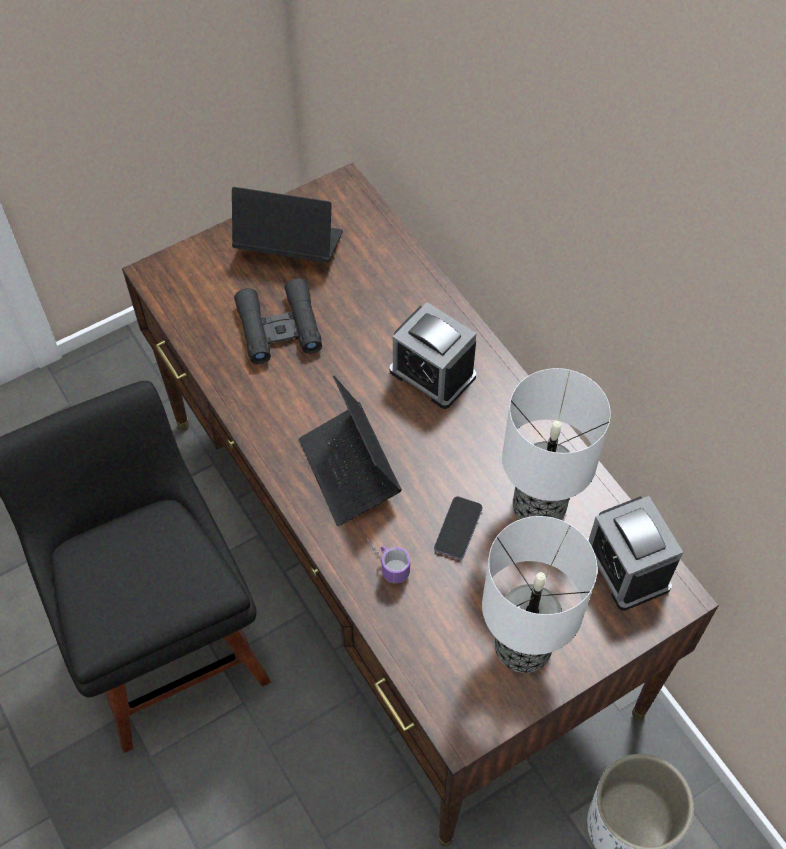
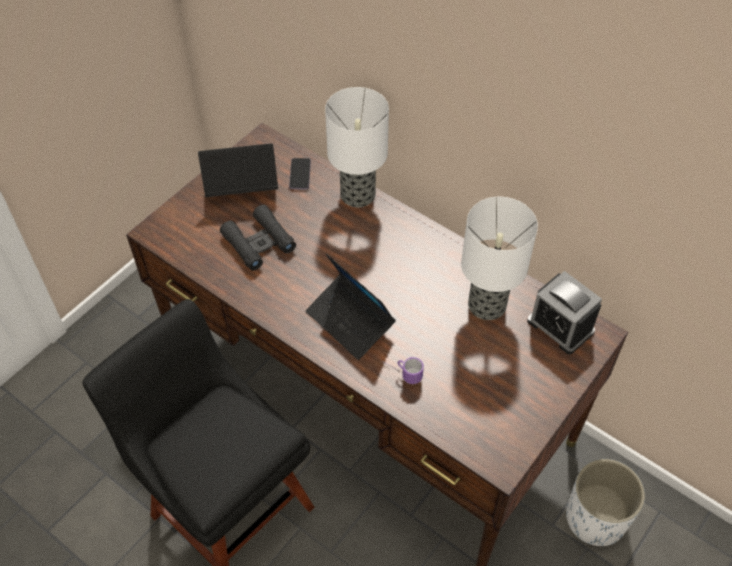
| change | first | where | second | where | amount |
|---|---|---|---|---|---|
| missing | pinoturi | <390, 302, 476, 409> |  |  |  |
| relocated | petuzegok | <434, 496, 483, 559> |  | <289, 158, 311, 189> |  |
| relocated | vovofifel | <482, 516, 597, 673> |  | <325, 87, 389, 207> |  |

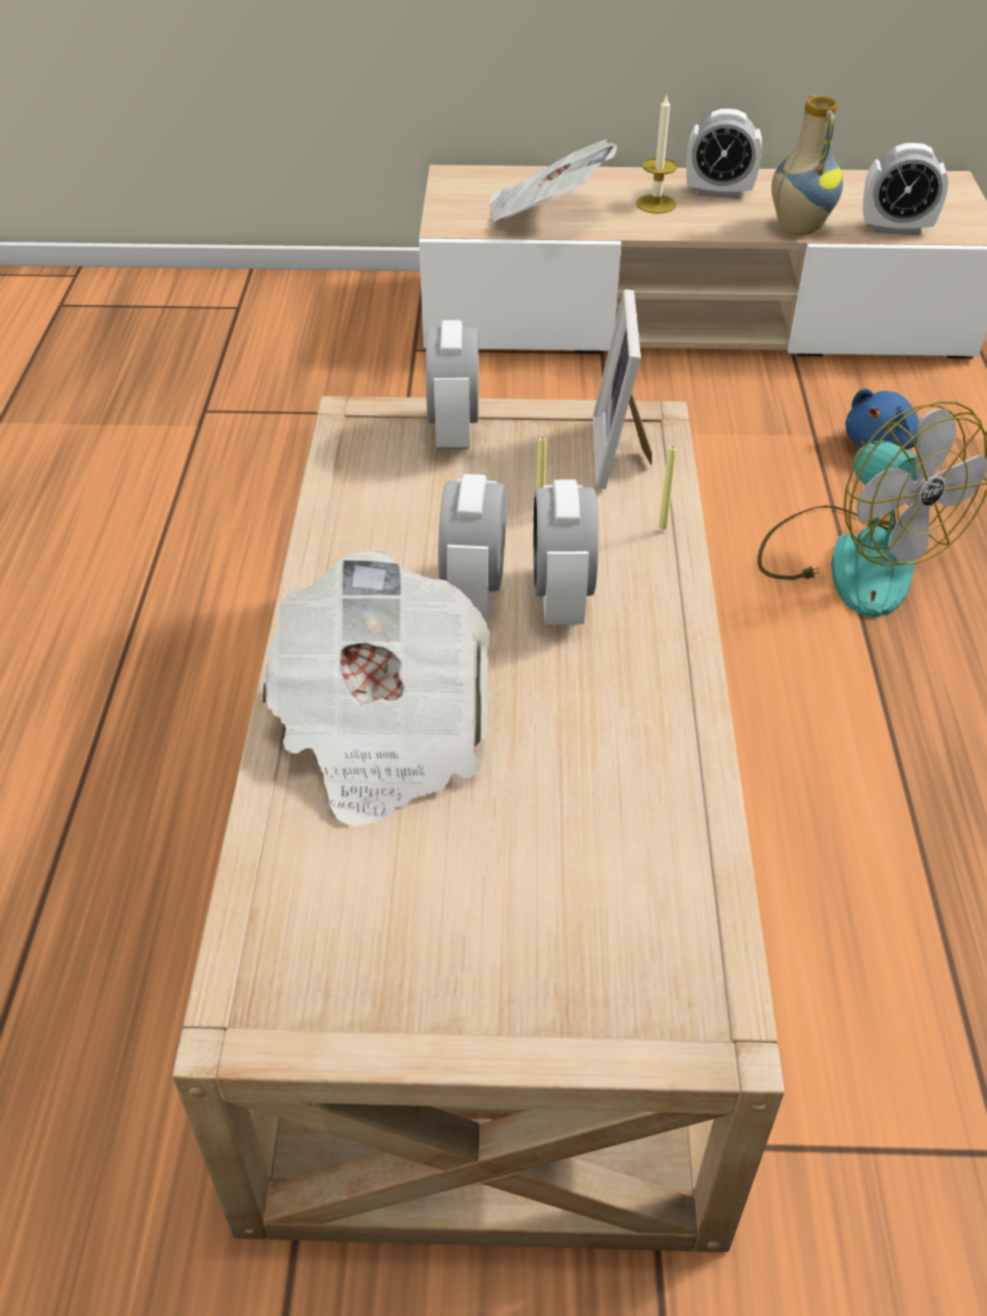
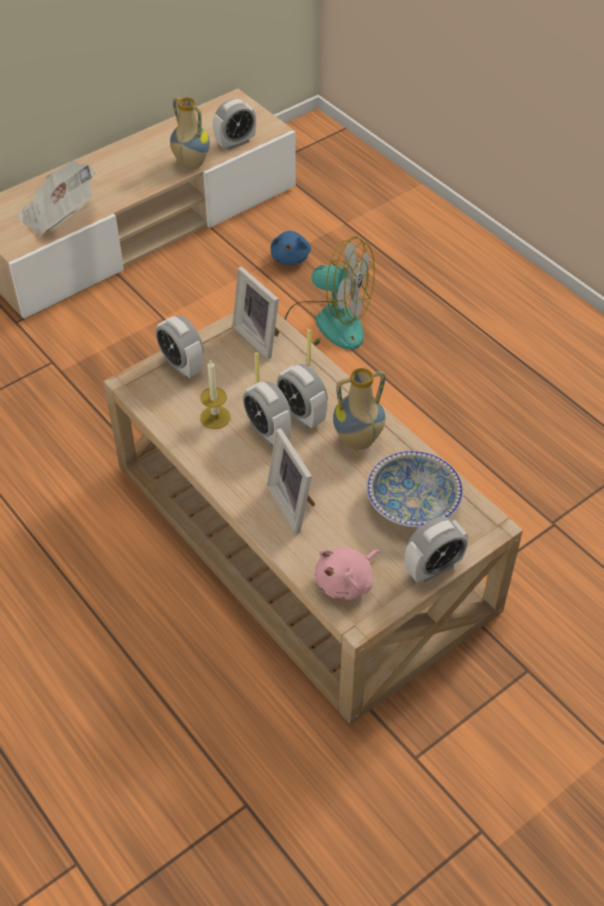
| change | first | where | second | where | amount |
|---|---|---|---|---|---|
| relocated | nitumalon | <636, 94, 677, 214> |  | <200, 359, 230, 429> |  |
| relocated | pinoturi | <686, 109, 762, 199> |  | <405, 517, 468, 582> |  |
| exchanged | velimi | <260, 551, 490, 827> | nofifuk | <267, 428, 316, 533> |  |
| appeared |  |  | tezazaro | <333, 368, 385, 450> |  |
| appeared |  |  | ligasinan | <366, 451, 463, 527> |  |
| appeared |  |  | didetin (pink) | <315, 547, 380, 600> |  |

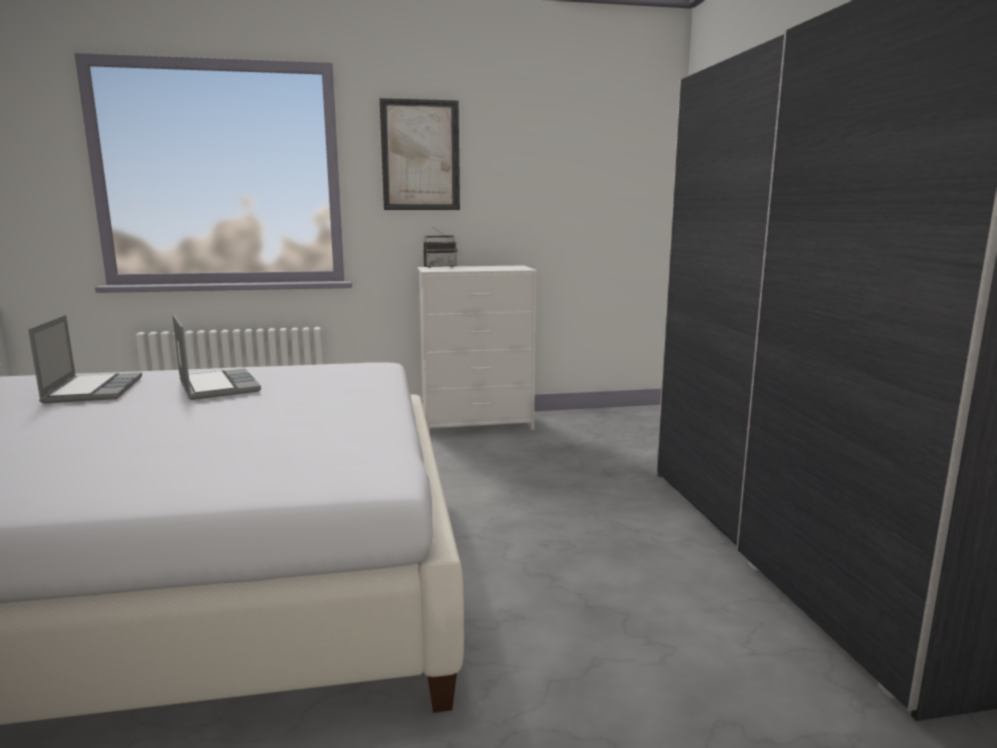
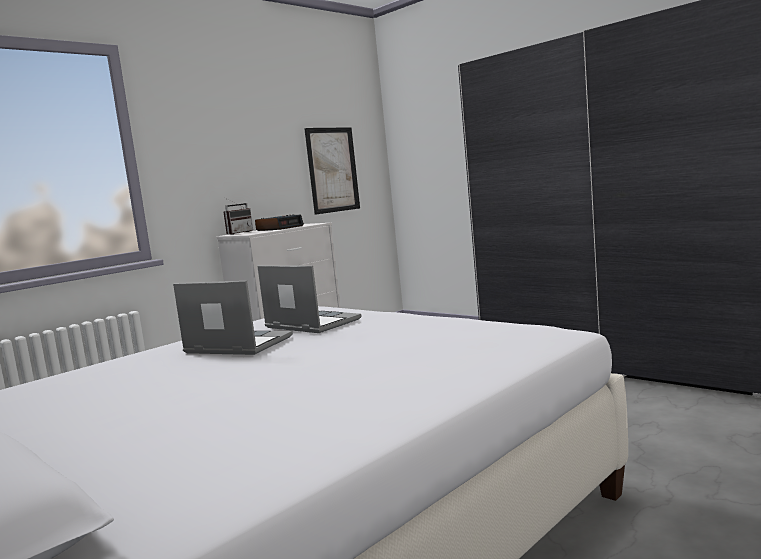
| change | first | where | second | where | amount |
|---|---|---|---|---|---|
| relocated | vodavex | <380, 98, 460, 210> |  | <304, 127, 360, 215> |  |
| relocated | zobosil | <28, 315, 142, 403> |  | <257, 265, 362, 333> |  |
| appeared |  |  | pinoturi | <255, 214, 304, 231> |  |

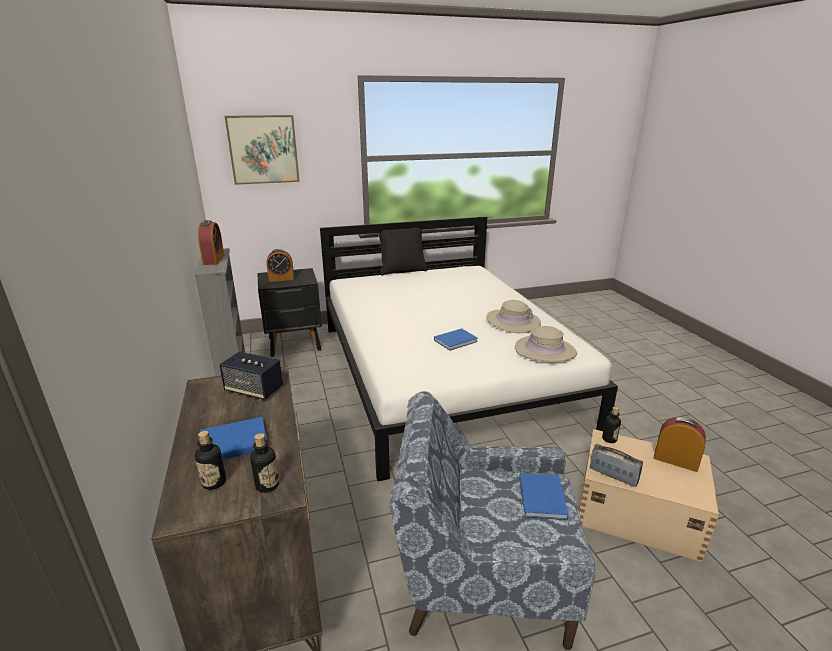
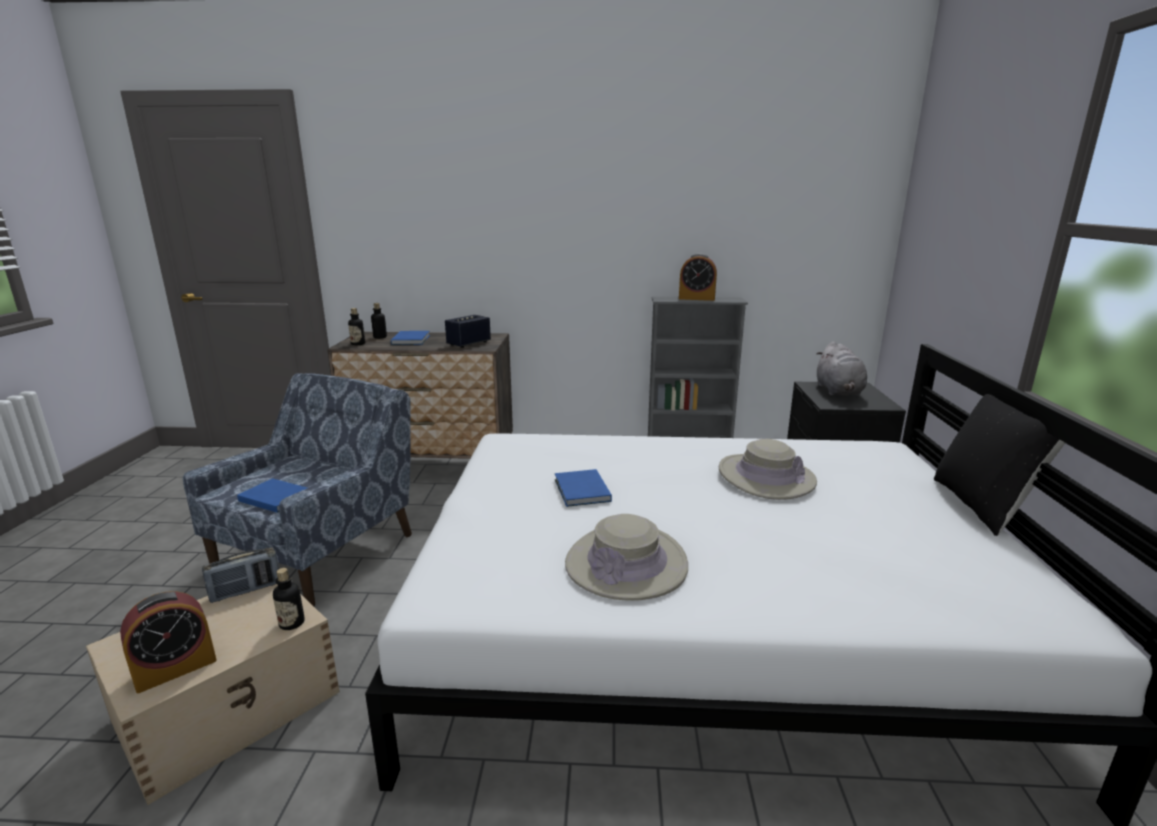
| change | first | where | second | where | amount |
|---|---|---|---|---|---|
| missing | vodavex | <225, 115, 300, 185> |  |  |  |
| exchanged | pinoturi | <267, 249, 294, 282> | didetin (grey) | <817, 341, 867, 396> |  |
| relocated | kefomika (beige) | <515, 326, 577, 362> |  | <719, 439, 817, 500> |  |

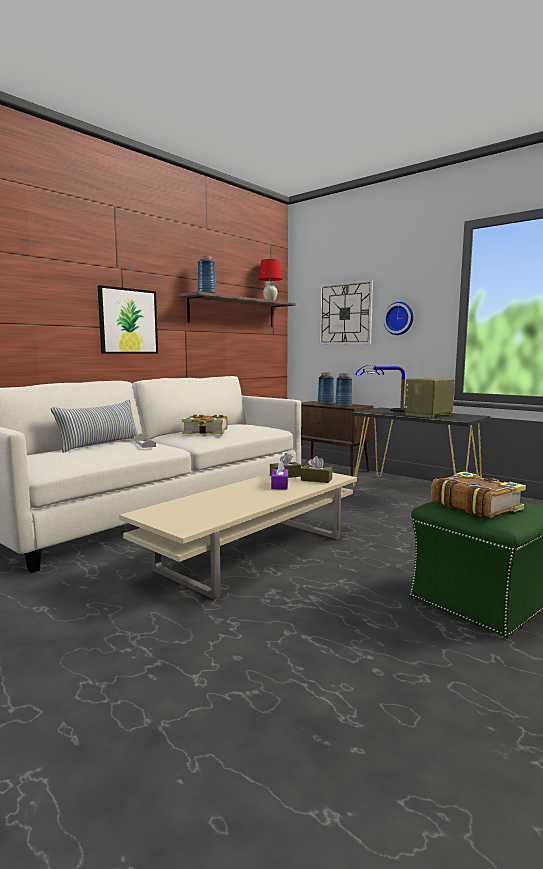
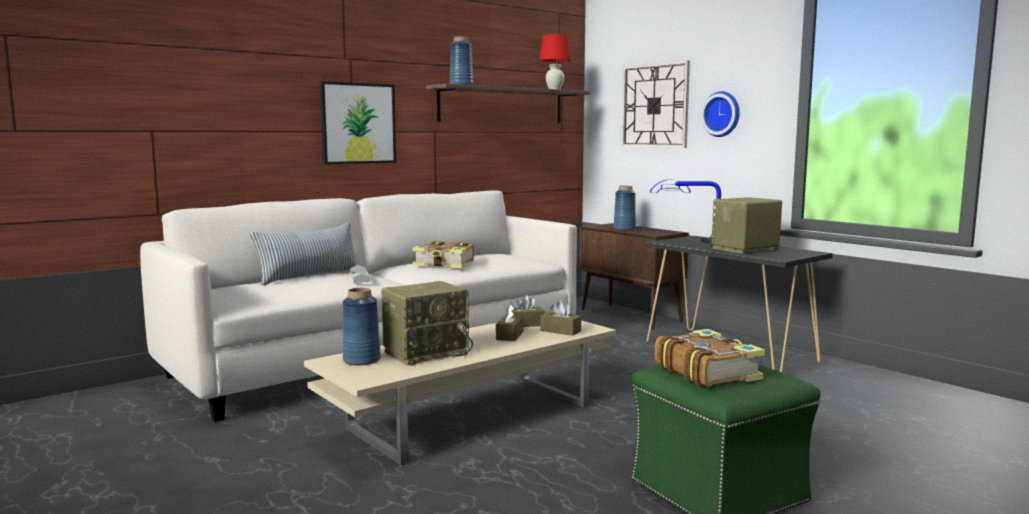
| change | first | where | second | where | amount |
|---|---|---|---|---|---|
| relocated | tezazaro (blue) | <335, 373, 352, 407> |  | <343, 288, 381, 365> |  |
| colour | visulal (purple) | <271, 460, 288, 489> | visulal (brown) | <496, 304, 524, 341> |  |
| appeared |  |  | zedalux | <381, 281, 473, 366> |  |

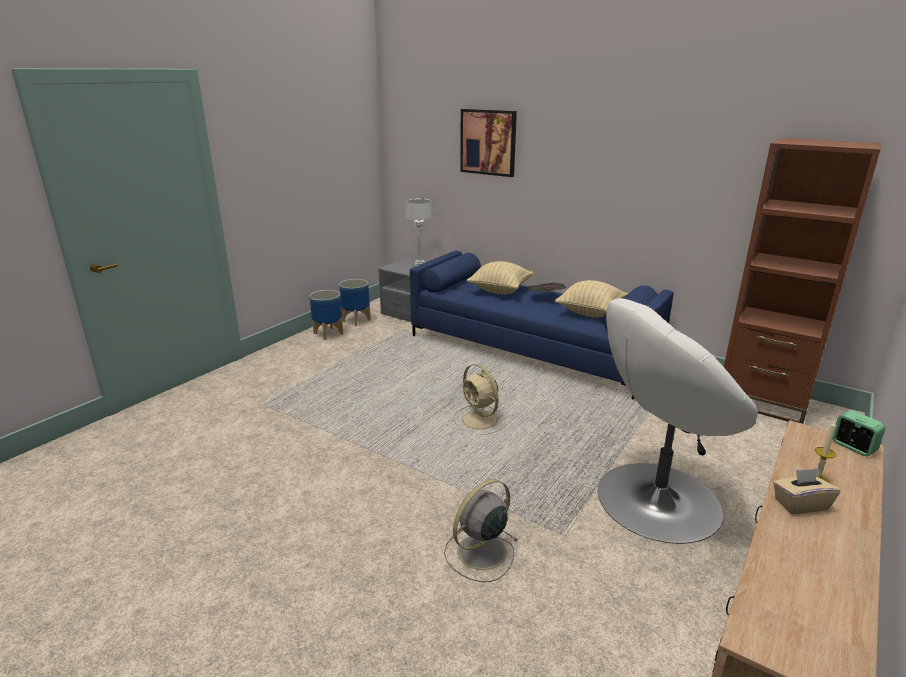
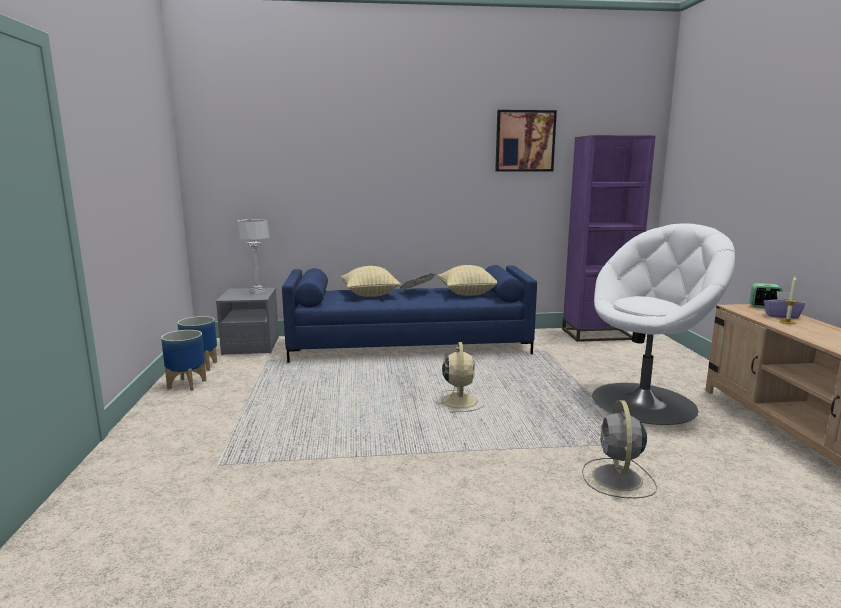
| change | first | where | second | where | amount |
|---|---|---|---|---|---|
| relocated | vodavex | <460, 109, 517, 177> |  | <495, 110, 557, 172> |  |
| colour | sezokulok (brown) | <724, 138, 882, 424> | sezokulok (purple) | <562, 135, 655, 342> |  |
| spun | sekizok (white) | <598, 298, 758, 544> |  | <592, 223, 735, 425> | 150 degrees counterclockwise |
| spun | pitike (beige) | <453, 364, 508, 435> |  | <433, 342, 485, 413> | 105 degrees counterclockwise |
| missing | visulal (beige) | <773, 469, 840, 514> |  |  |  |
| appeared |  |  | visulal (purple) | <764, 291, 805, 319> |  |

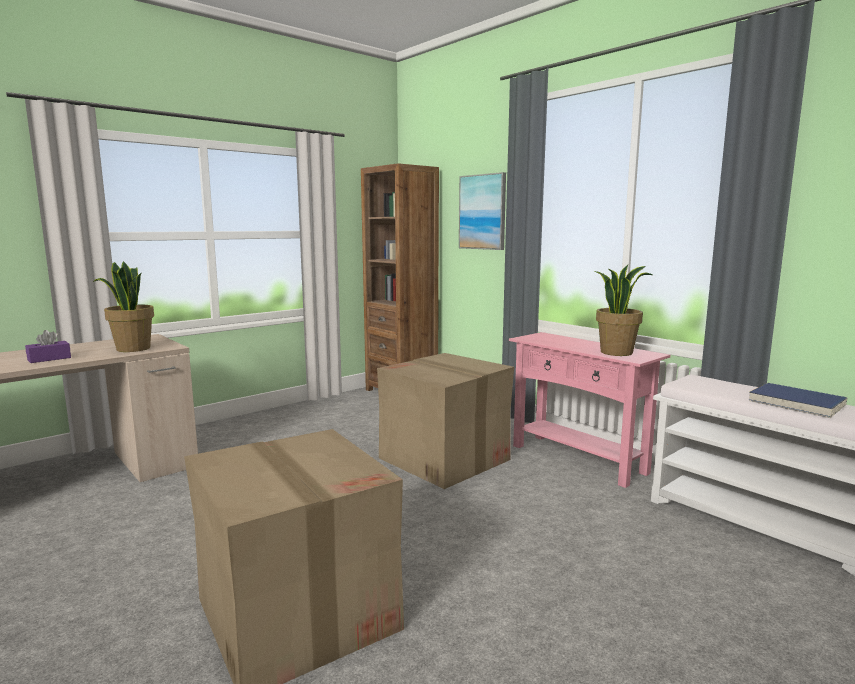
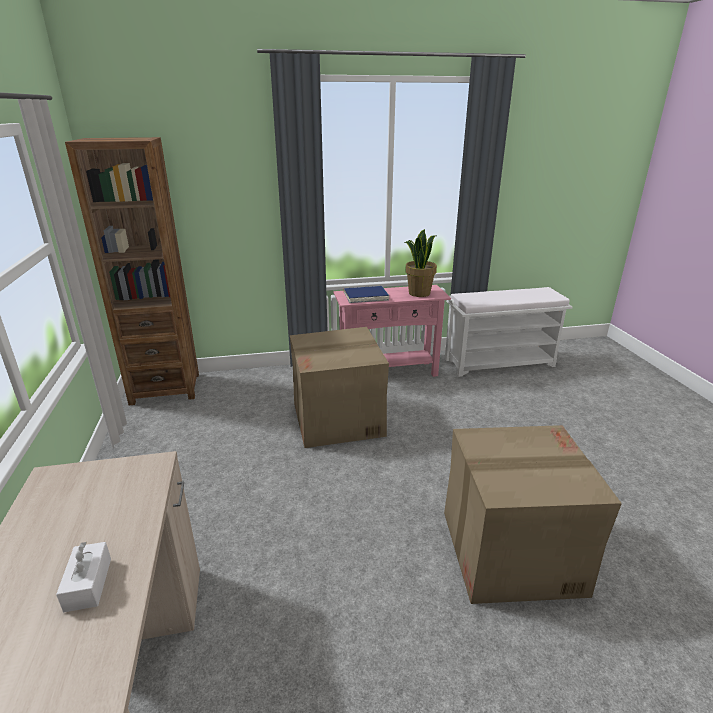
| change | first | where | second | where | amount |
|---|---|---|---|---|---|
| missing | vodavex | <459, 172, 506, 250> |  |  |  |
| missing | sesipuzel | <93, 261, 154, 352> |  |  |  |
| colour | visulal (purple) | <25, 330, 71, 363> | visulal (white) | <56, 541, 111, 612> |  |
| relocated | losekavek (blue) | <749, 383, 847, 418> |  | <344, 286, 389, 303> |  |

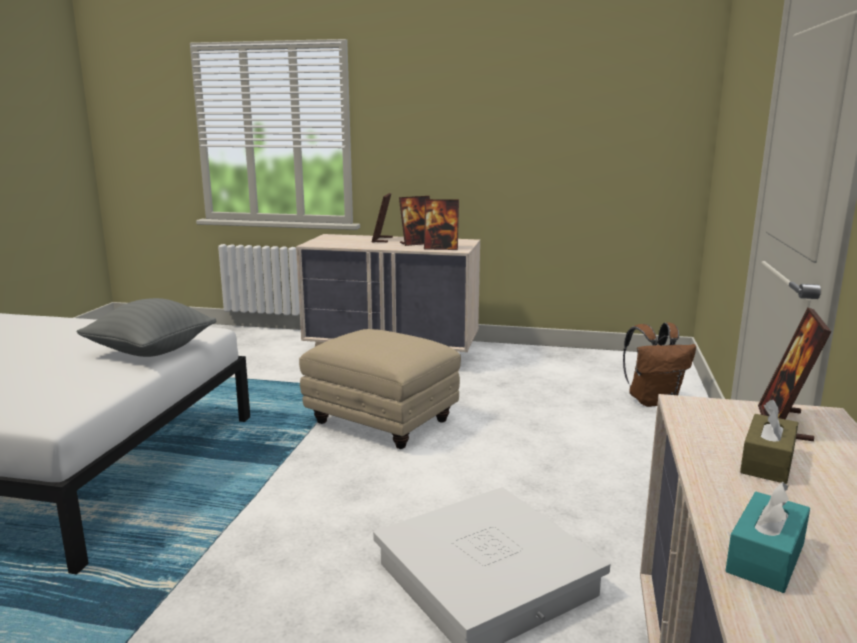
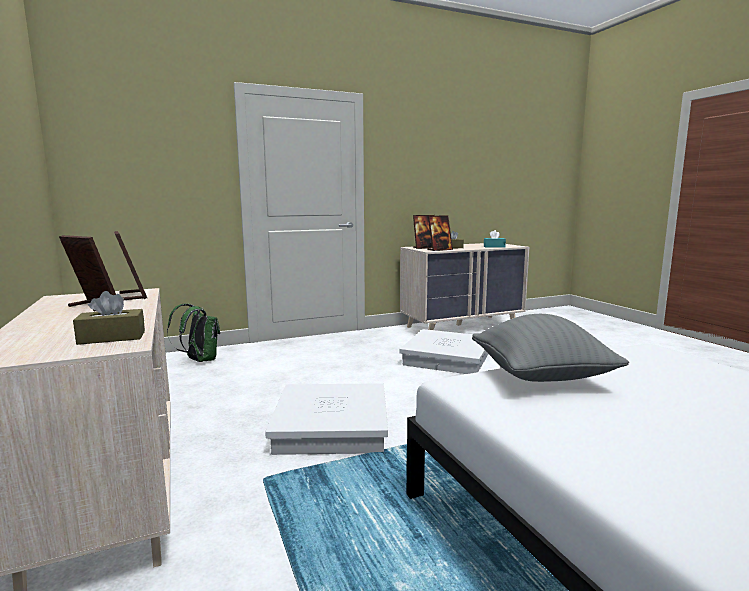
| change | first | where | second | where | amount |
|---|---|---|---|---|---|
| relocated | nofifuk | <372, 193, 393, 243> |  | <427, 215, 453, 251> |  |
| colour | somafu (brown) | <623, 322, 696, 407> | somafu (green) | <167, 304, 220, 362> |  |
| exchanged | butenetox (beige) | <299, 329, 461, 449> | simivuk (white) | <265, 383, 388, 455> |  |
| appeared |  |  | visulal (brown) | <73, 291, 145, 345> |  |

